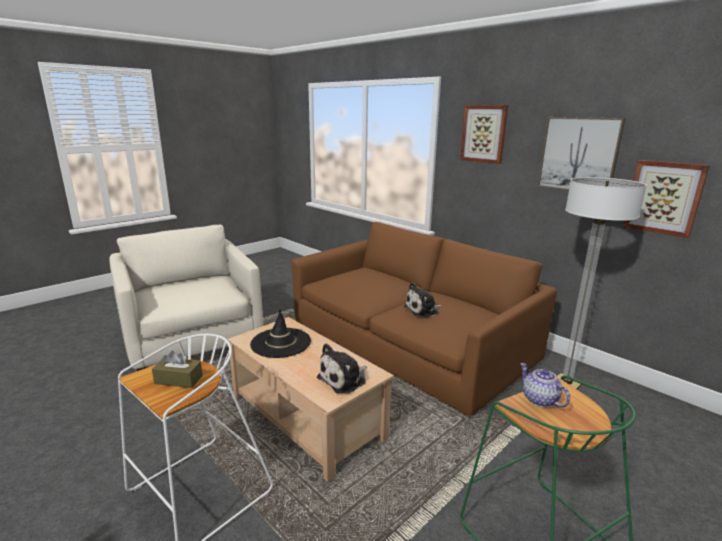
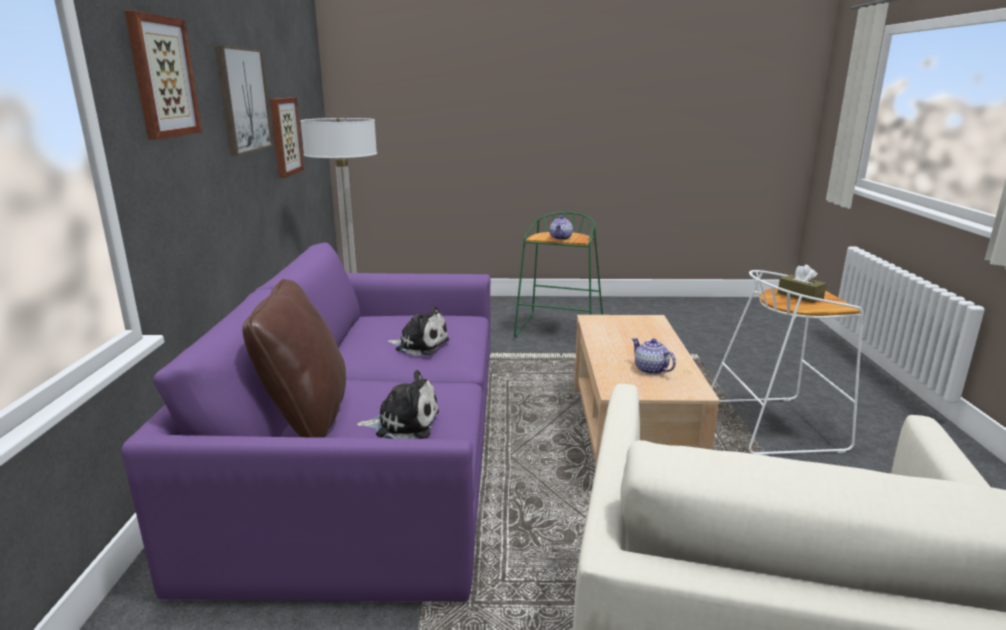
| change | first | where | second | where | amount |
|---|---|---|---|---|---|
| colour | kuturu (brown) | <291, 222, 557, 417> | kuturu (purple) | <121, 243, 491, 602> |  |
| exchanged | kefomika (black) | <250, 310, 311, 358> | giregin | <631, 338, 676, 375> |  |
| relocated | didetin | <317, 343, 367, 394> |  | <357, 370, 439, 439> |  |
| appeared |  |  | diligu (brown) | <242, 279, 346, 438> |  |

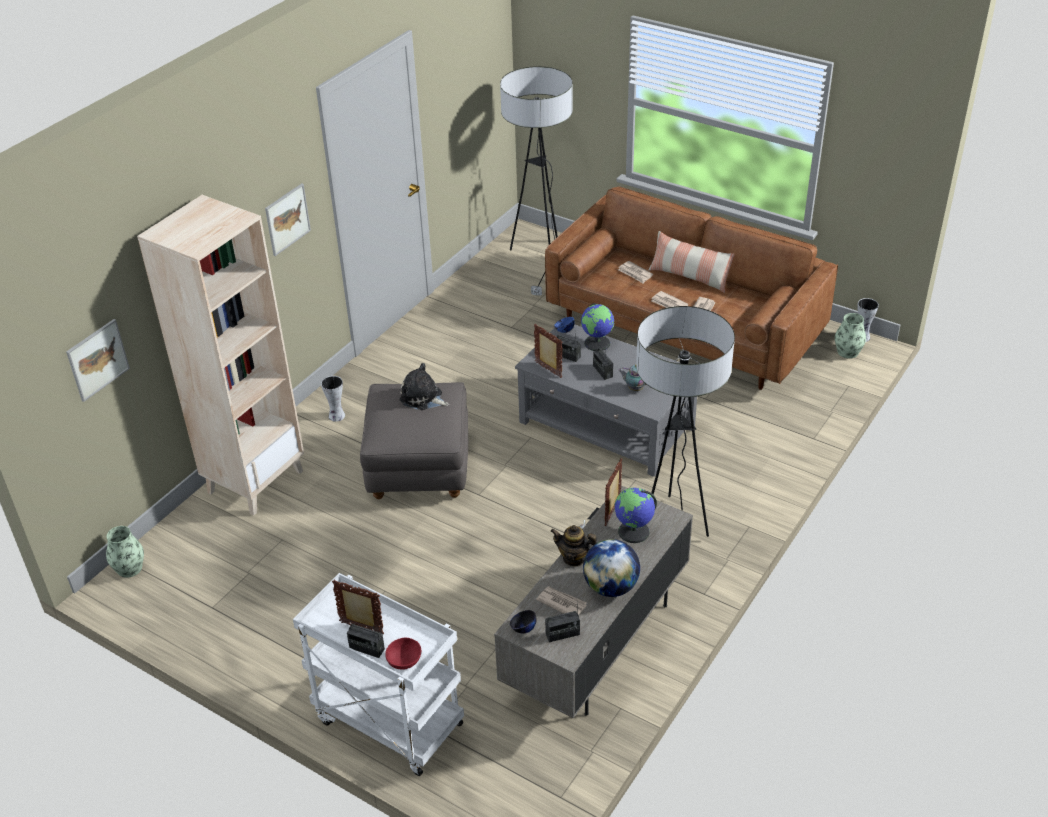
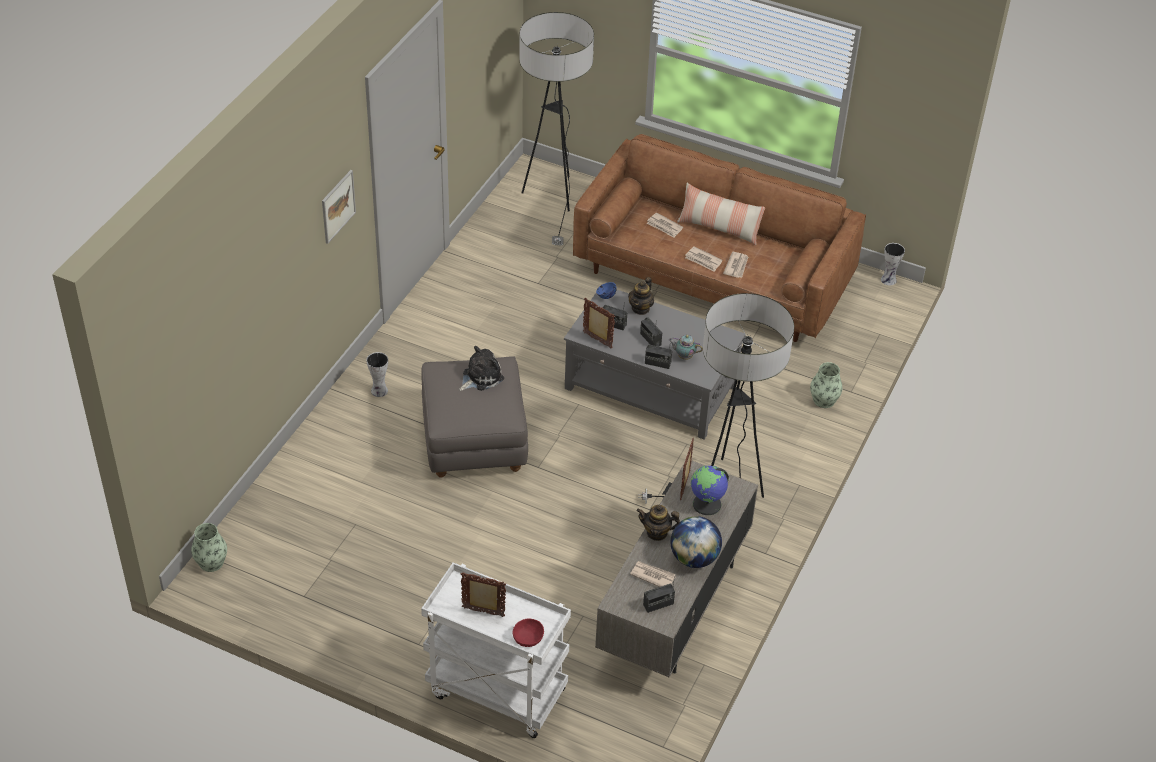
| change | first | where | second | where | amount |
|---|---|---|---|---|---|
| missing | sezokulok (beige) | <137, 195, 304, 516> |  |  |  |
| exchanged | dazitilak | <581, 303, 615, 351> | giregin | <628, 277, 654, 315> |  |
| relocated | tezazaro | <835, 313, 866, 359> |  | <810, 362, 843, 408> |  |
| missing | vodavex | <66, 319, 130, 402> |  |  |  |
| spun | didetin | <399, 363, 449, 410> |  | <459, 346, 504, 391> | 120 degrees clockwise |
| missing | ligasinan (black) | <510, 610, 537, 633> |  |  |  |
| relocated | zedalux | <347, 624, 385, 658> |  | <645, 345, 672, 369> |  |

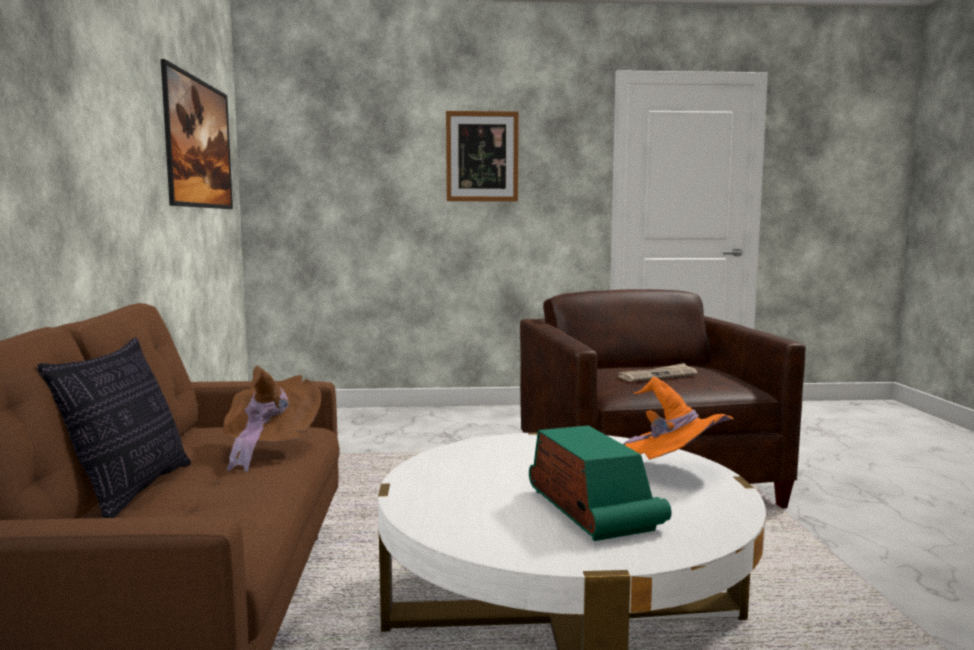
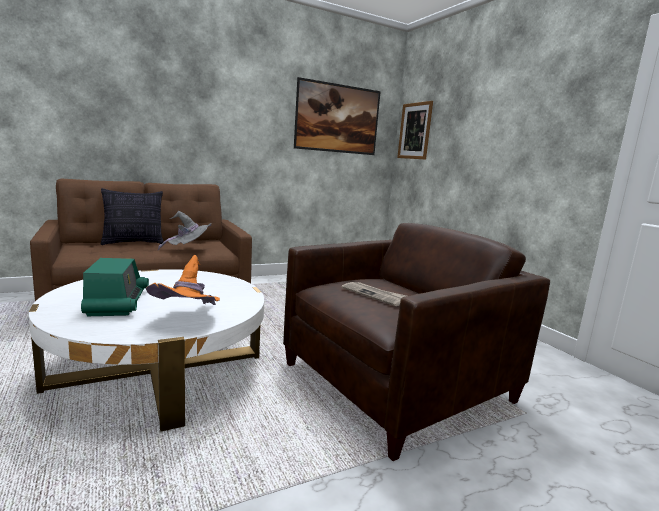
| change | first | where | second | where | amount |
|---|---|---|---|---|---|
| relocated | vodavex | <446, 111, 519, 201> |  | <397, 101, 433, 160> |  |
| colour | kefomika (brown) | <223, 366, 321, 472> | kefomika (grey) | <158, 211, 212, 250> |  |
| spun | zedalux | <529, 426, 672, 541> |  | <81, 258, 149, 316> | 60 degrees counterclockwise |

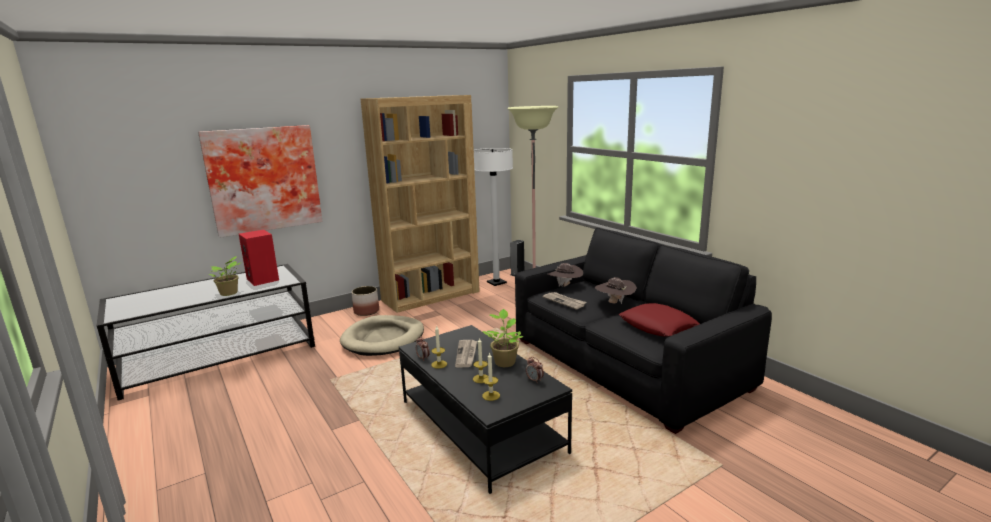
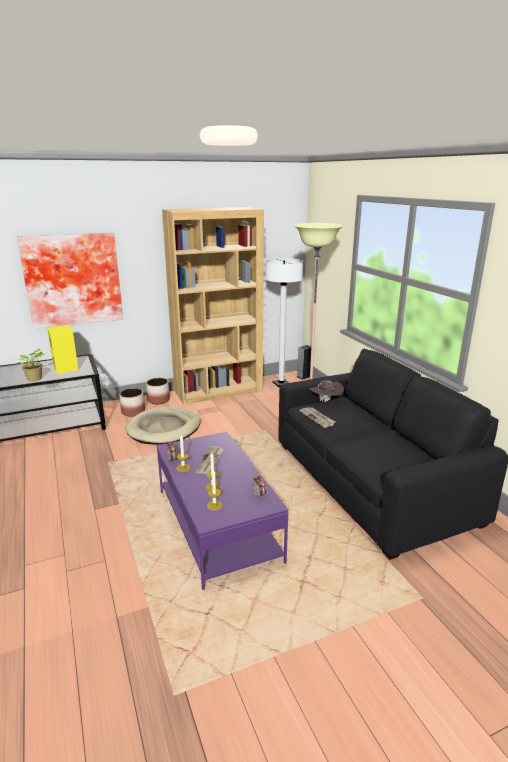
| change | first | where | second | where | amount |
|---|---|---|---|---|---|
| colour | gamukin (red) | <239, 229, 279, 286> | gamukin (yellow) | <47, 325, 78, 374> |  |
| missing | kefomika (brown) | <594, 277, 637, 304> |  |  |  |
| missing | diligu (red) | <619, 303, 700, 336> |  |  |  |
| missing | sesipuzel | <482, 309, 523, 367> |  |  |  |
| colour | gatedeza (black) | <399, 325, 572, 494> | gatedeza (purple) | <157, 432, 288, 590> |  |
| appeared |  |  | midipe | <119, 388, 145, 416> |  |

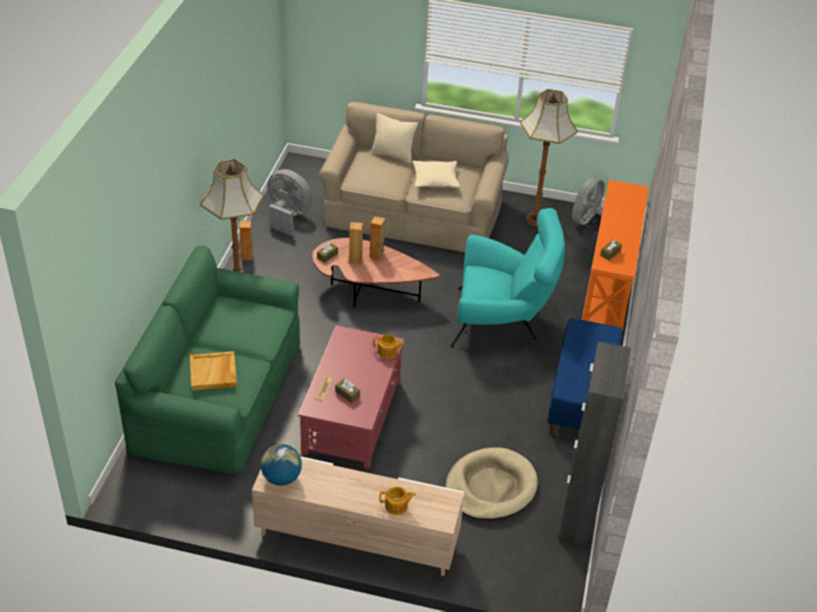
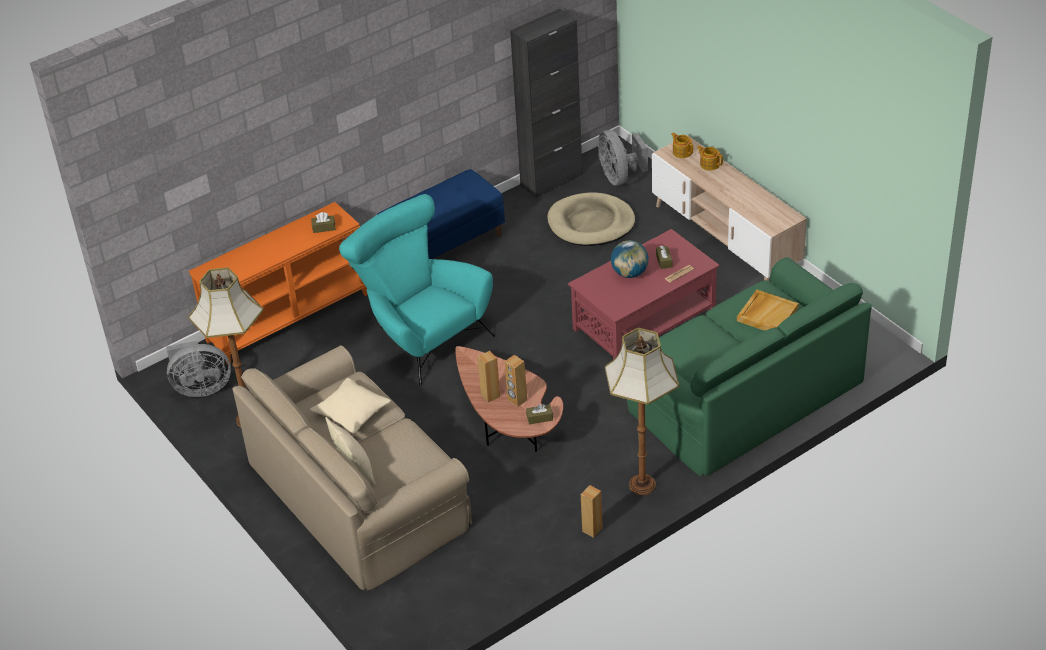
| change | first | where | second | where | amount |
|---|---|---|---|---|---|
| relocated | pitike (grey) | <267, 169, 312, 236> |  | <598, 130, 648, 185> |  |
| relocated | giregin | <373, 335, 404, 359> |  | <671, 132, 693, 158> |  |
| relocated | dazitilak | <261, 444, 302, 486> |  | <611, 240, 649, 278> |  |

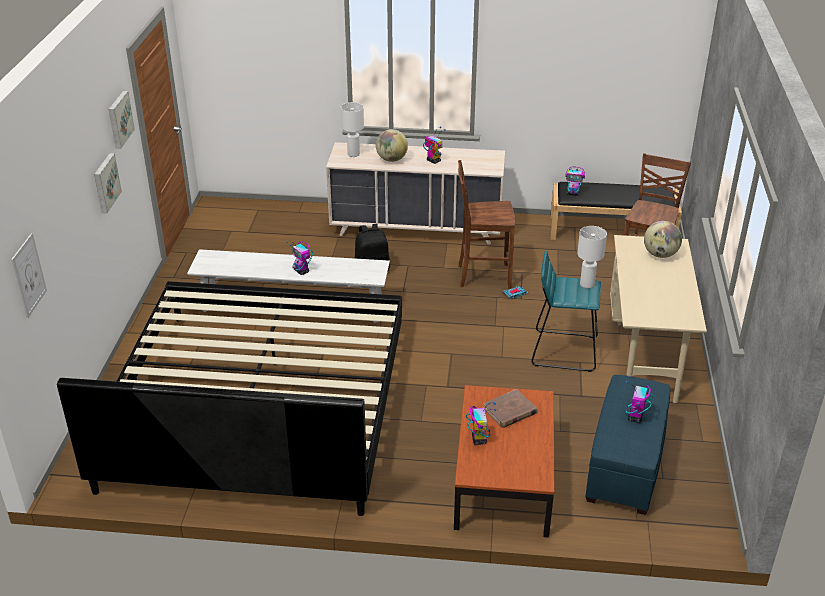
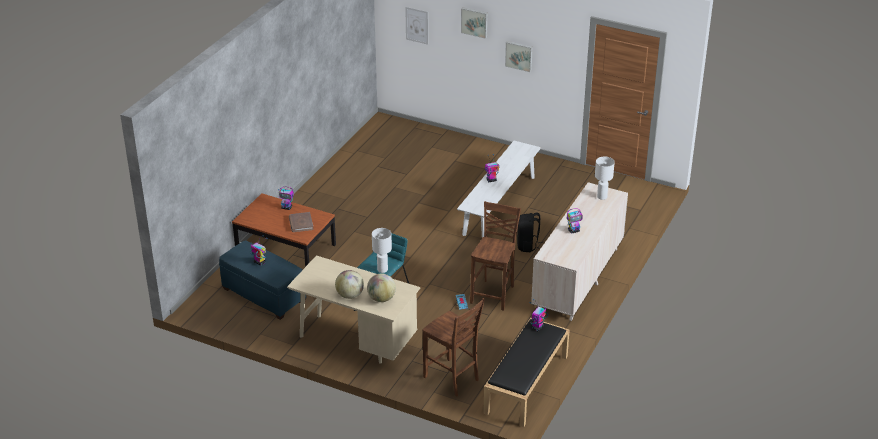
| change | first | where | second | where | amount |
|---|---|---|---|---|---|
| relocated | vodavex | <109, 91, 135, 149> |  | <461, 7, 488, 39> |  |
| relocated | dazitilak | <376, 129, 408, 162> |  | <335, 270, 364, 299> |  |
| missing | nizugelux | <57, 281, 402, 516> |  |  |  |

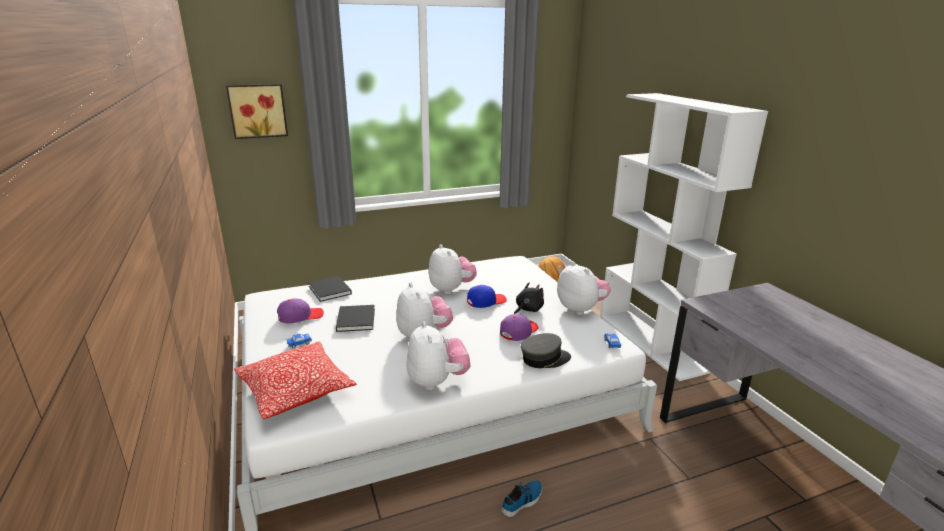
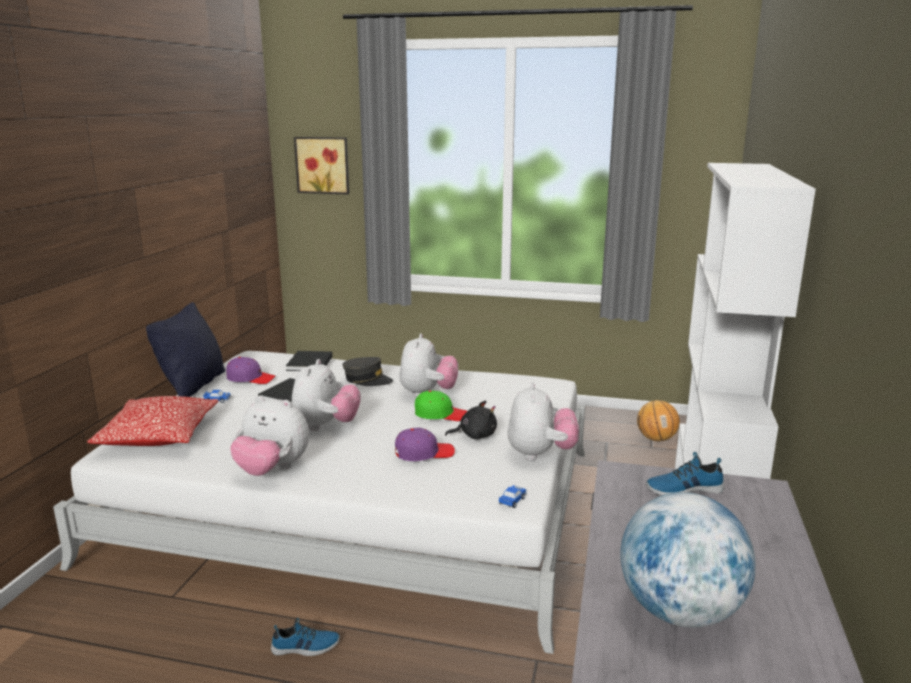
| change | first | where | second | where | amount |
|---|---|---|---|---|---|
| colour | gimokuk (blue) | <467, 285, 507, 308> | gimokuk (green) | <415, 391, 467, 421> |  |
| spun | didetin | <406, 322, 470, 391> |  | <230, 396, 309, 476> | 90 degrees clockwise |
| relocated | gimokuk (grey) | <521, 333, 571, 368> |  | <343, 357, 393, 386> |  |
| appeared |  |  | diligu (black) | <146, 302, 225, 397> |  |
| appeared |  |  | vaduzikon | <646, 452, 724, 495> |  |
| appeared |  |  | dazitilak | <620, 492, 756, 628> |  |

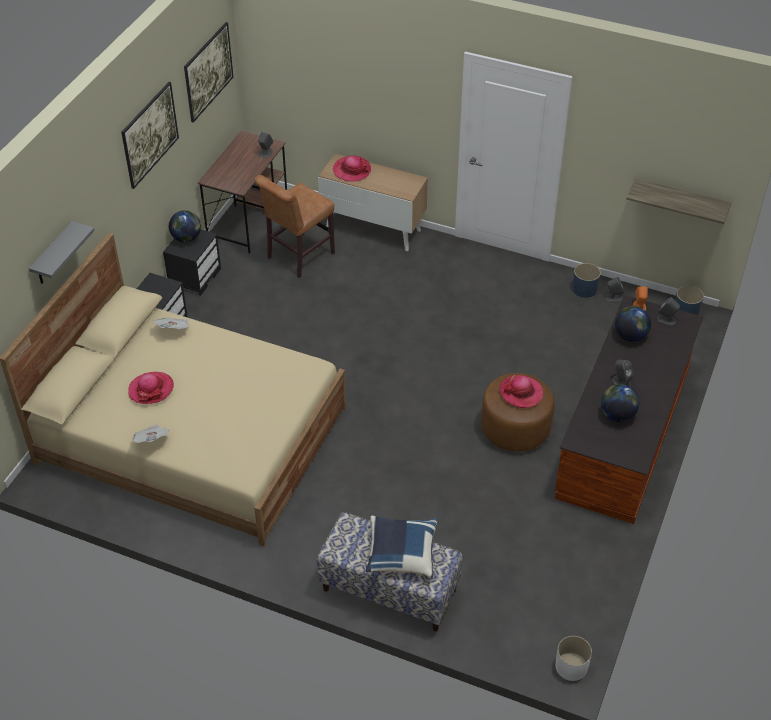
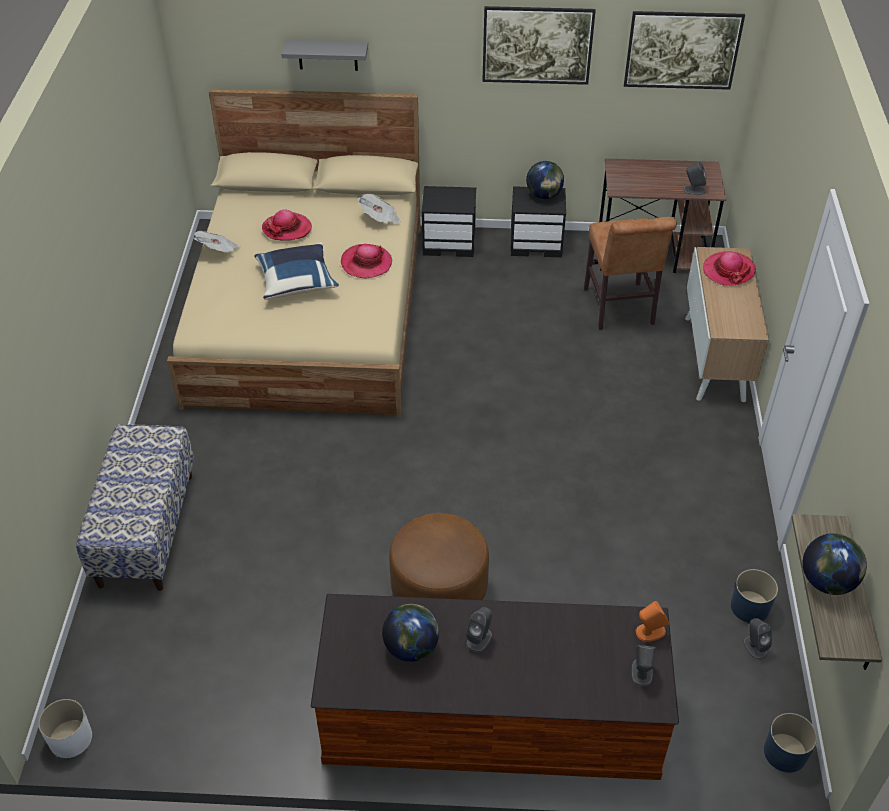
| change | first | where | second | where | amount |
|---|---|---|---|---|---|
| spun | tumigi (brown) | <254, 175, 335, 278> |  | <584, 217, 677, 330> | 120 degrees counterclockwise |
| relocated | dazitilak | <615, 306, 651, 342> |  | <803, 533, 867, 595> |  |
| relocated | kefomika | <499, 375, 543, 408> |  | <341, 244, 392, 278> |  |
| relocated | diligu (blue) | <366, 516, 437, 578> |  | <254, 242, 339, 300> |  |

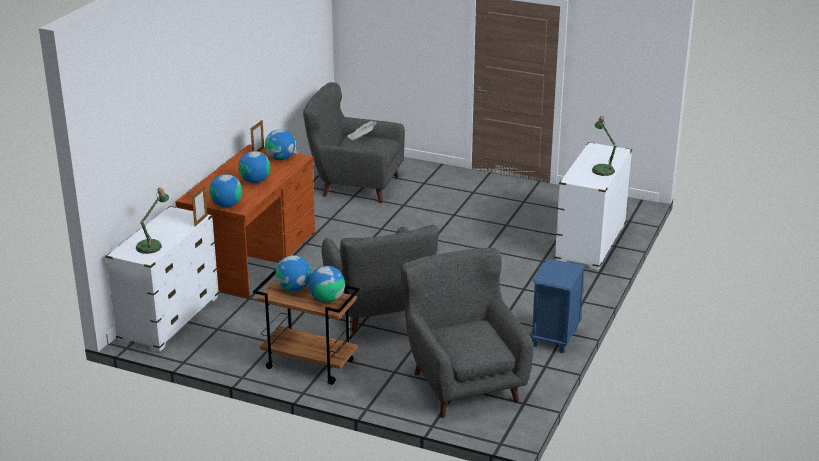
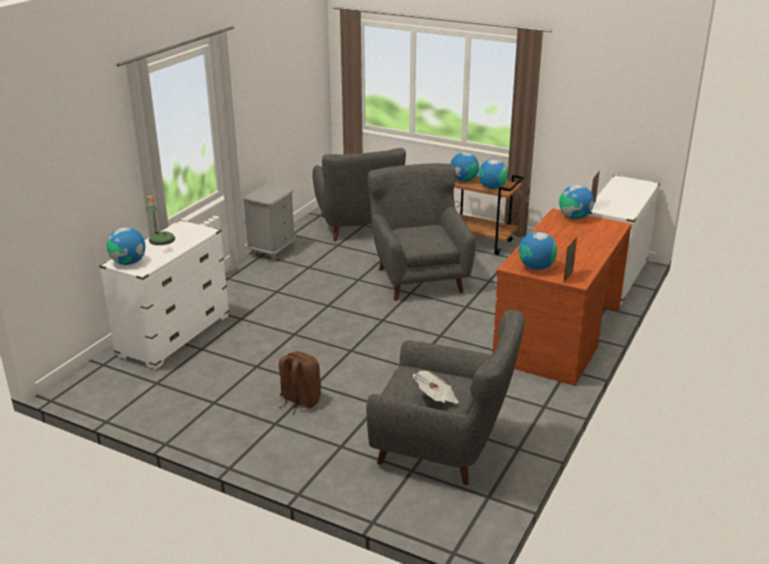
| change | first | where | second | where | amount |
|---|---|---|---|---|---|
| relocated | dazitilak | <238, 151, 270, 183> |  | <107, 227, 145, 265> |  |
| missing | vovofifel | <136, 187, 169, 254> |  |  |  |
| colour | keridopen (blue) | <530, 259, 585, 353> | keridopen (grey) | <243, 183, 296, 262> |  |
| appeared |  |  | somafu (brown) | <278, 351, 321, 414> |  |

